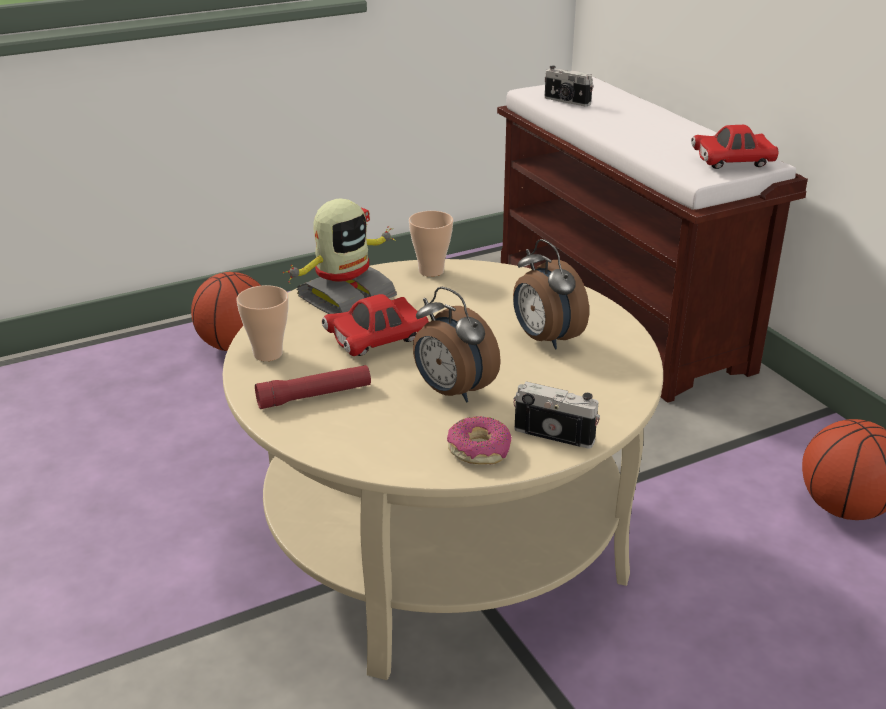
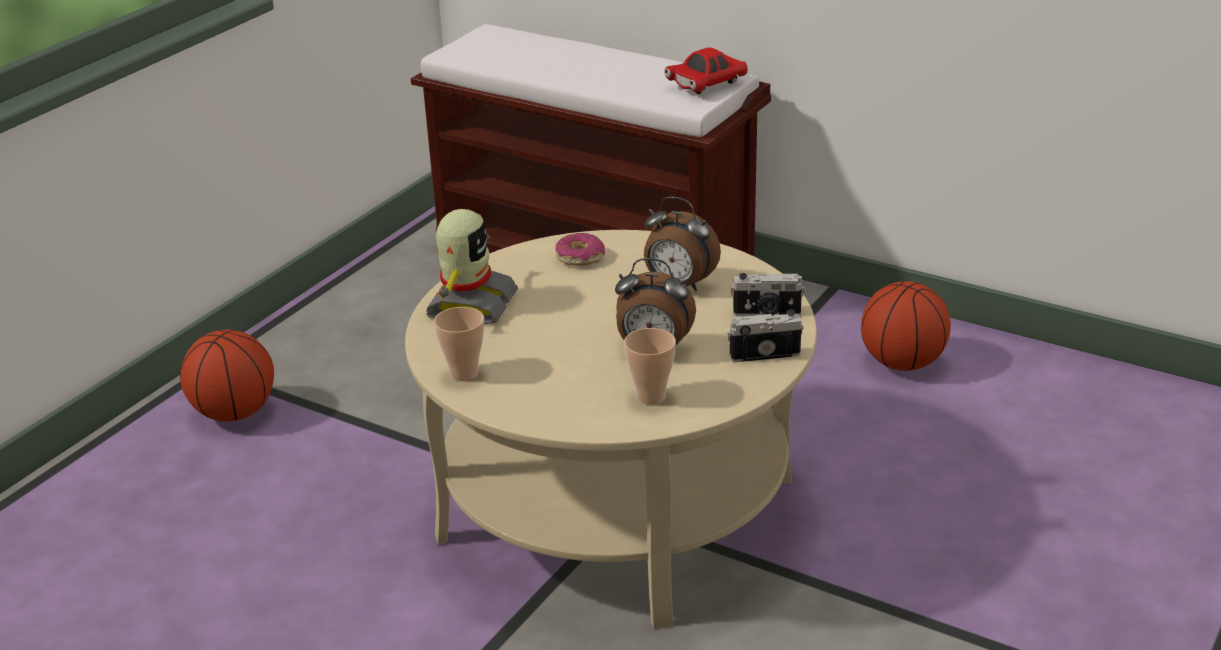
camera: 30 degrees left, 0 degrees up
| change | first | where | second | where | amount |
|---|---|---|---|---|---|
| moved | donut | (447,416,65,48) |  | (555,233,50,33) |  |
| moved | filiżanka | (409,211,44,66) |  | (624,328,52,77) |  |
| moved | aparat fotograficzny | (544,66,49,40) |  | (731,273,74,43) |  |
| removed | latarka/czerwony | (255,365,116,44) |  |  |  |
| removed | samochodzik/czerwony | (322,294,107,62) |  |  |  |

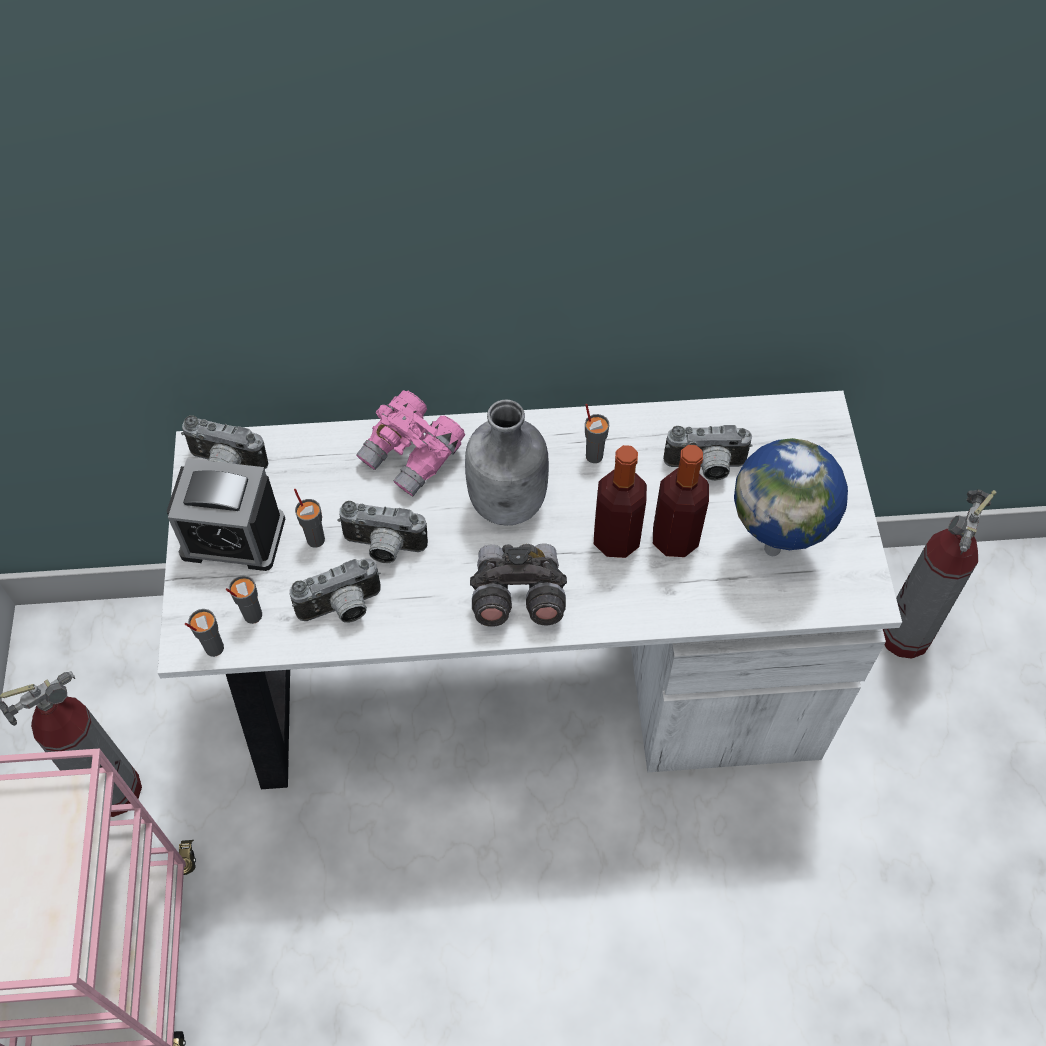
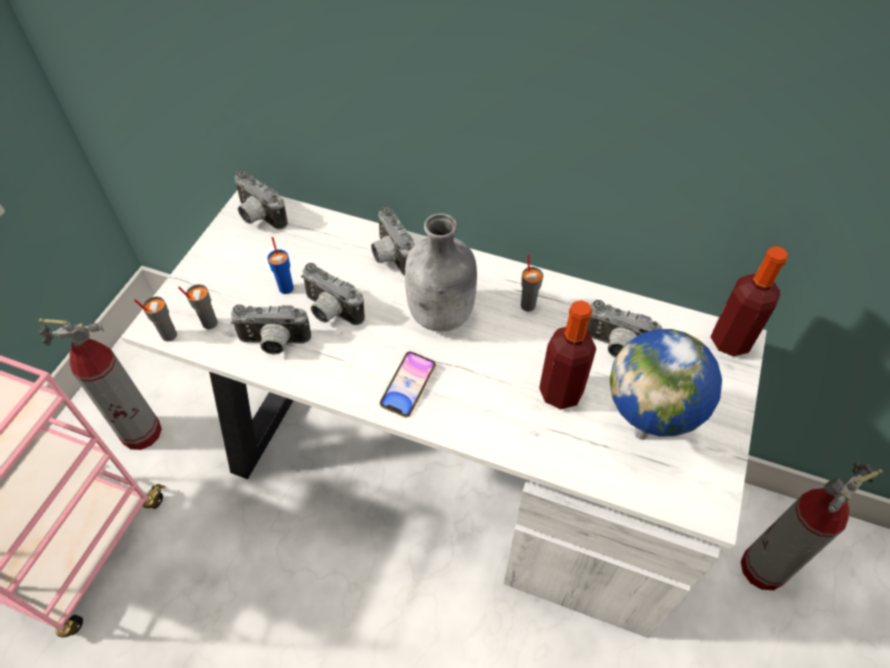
camera: 25 degrees right, 5 degrees down
| change | first | where | second | where | amount |
|---|---|---|---|---|---|
| recoloured | filiżanka/szary | (294,489,31,59) | filiżanka/niebieski | (267,237,27,57) |  |
| replaced | lornetka/różowy | (356,390,109,106) | aparat fotograficzny | (371,206,44,70) |  |
| replaced | lornetka/szary | (470,543,97,84) | telefon | (380,351,56,67) |  |
| moved | butelka | (594,445,53,113) |  | (710,246,78,110) |  |
| removed | budzik | (167,458,118,113) |  |  |  |

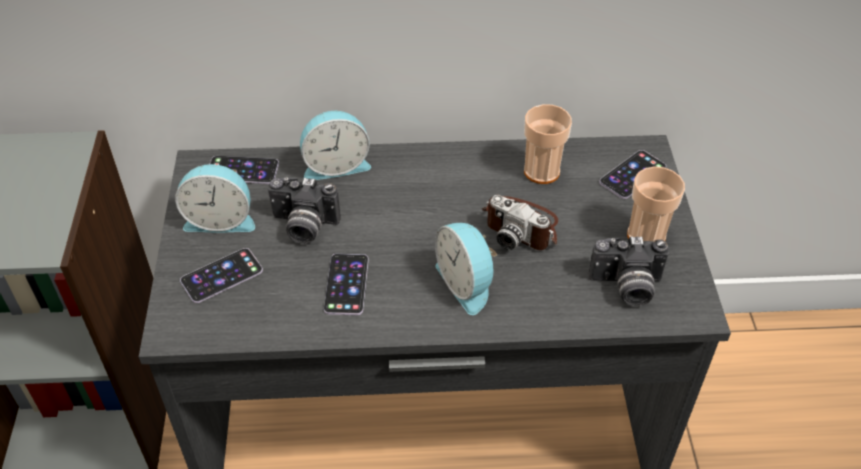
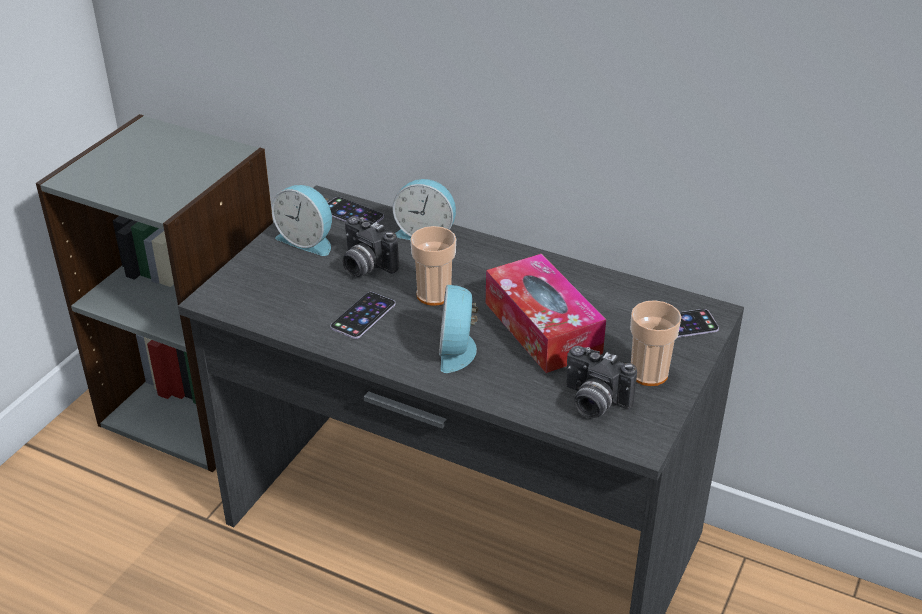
camera: 30 degrees right, 10 degrees down
| change | first | where | second | where | amount |
|---|---|---|---|---|---|
| moved | filiżanka | (524,104,48,80) |  | (410,226,46,80) |  |
| replaced | aparat fotograficzny | (481,195,77,55) | pudełko chusteczek | (486,254,120,119) |  |
| removed | telefon | (180,248,83,55) |  |  |  |

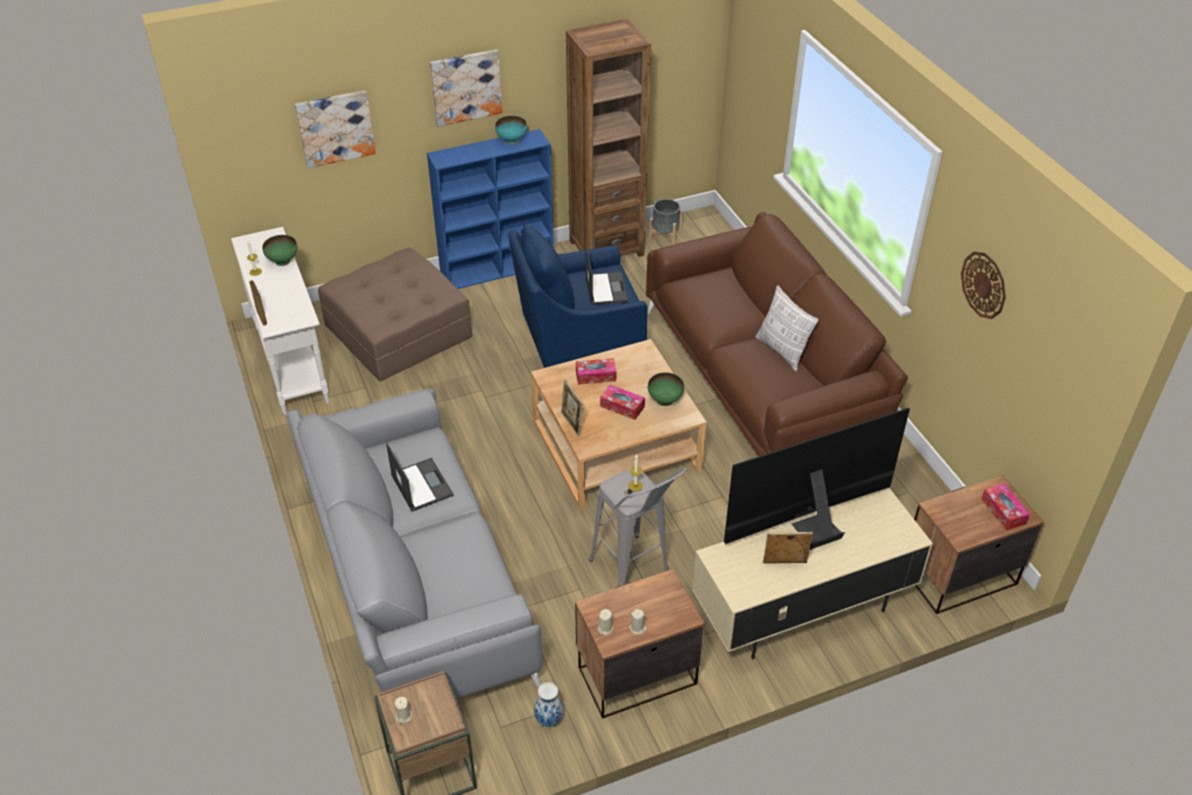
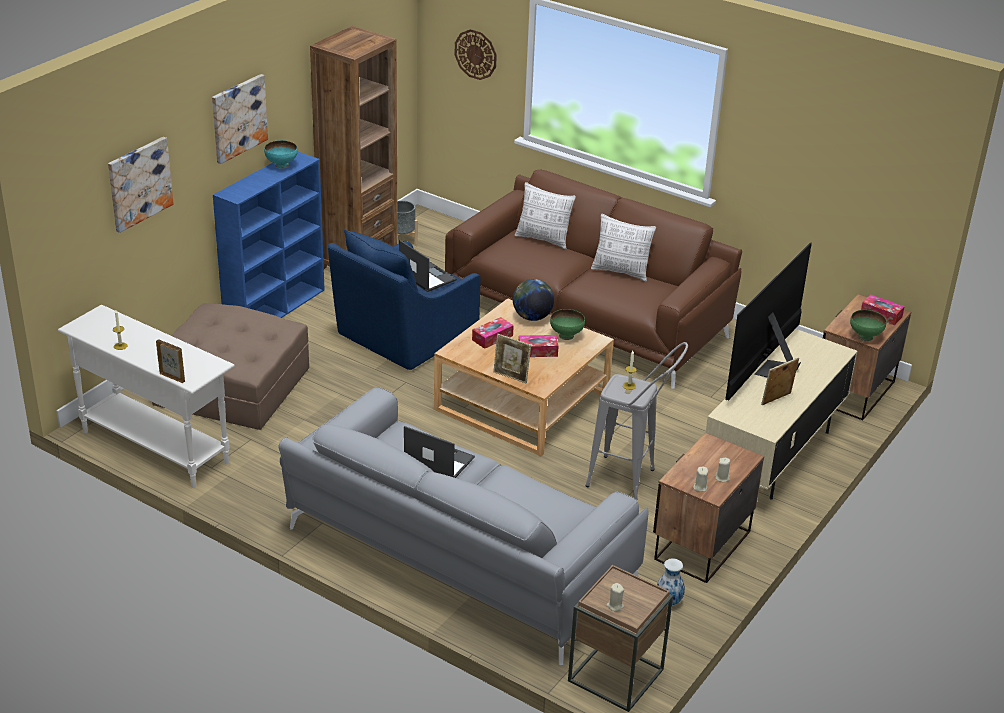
camera: 35 degrees left, 10 degrees down
| change | first | where | second | where | amount |
|---|---|---|---|---|---|
| moved | zegar ścienny | (961,252,45,67) |  | (455,29,42,51) |  |
| added |  |  | globus | (513,279,41,42) |  |
| added |  |  | poduszka | (515,182,61,68) |  |
| moved | miska/zielony | (262,235,36,31) |  | (850,310,36,31) |  |

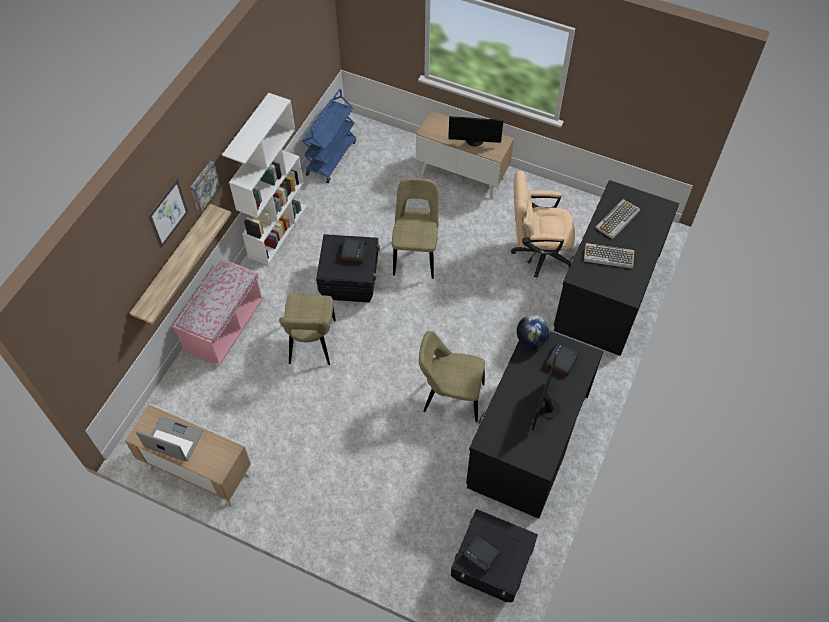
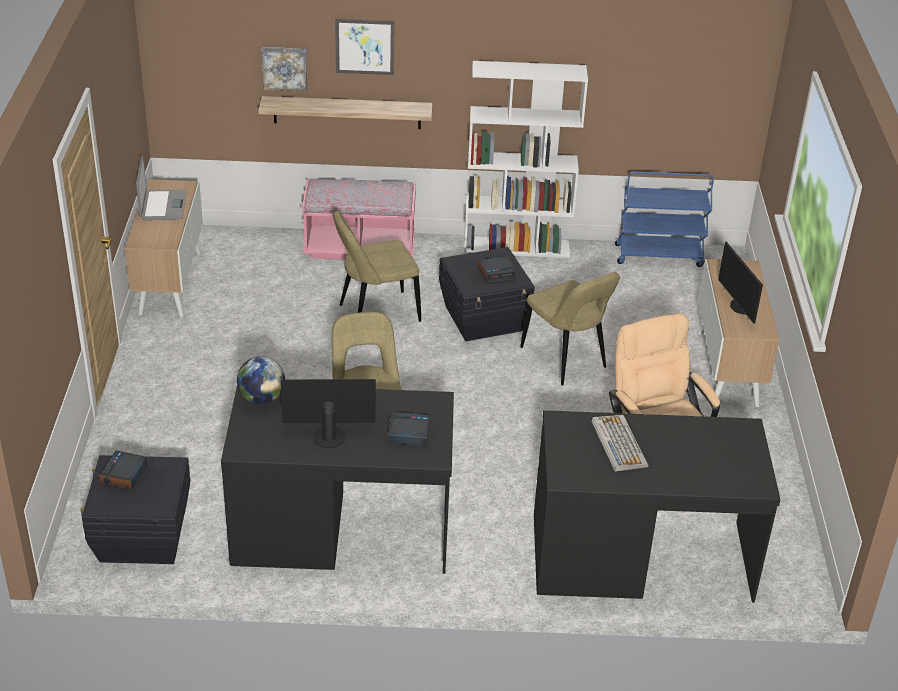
camera: 65 degrees right, 20 degrees down
| change | first | where | second | where | amount |
|---|---|---|---|---|---|
| moved | globus | (517,315,33,33) |  | (237,356,48,48) |  |
| moved | obraz | (190,161,31,52) |  | (261,47,46,44) |  |
| turned | krzesło/beżowy | (392,178,47,101) |  | (520,272,100,113) | 75 degrees clockwise |
| removed | klawiatura | (595,199,45,40) |  |  |  |

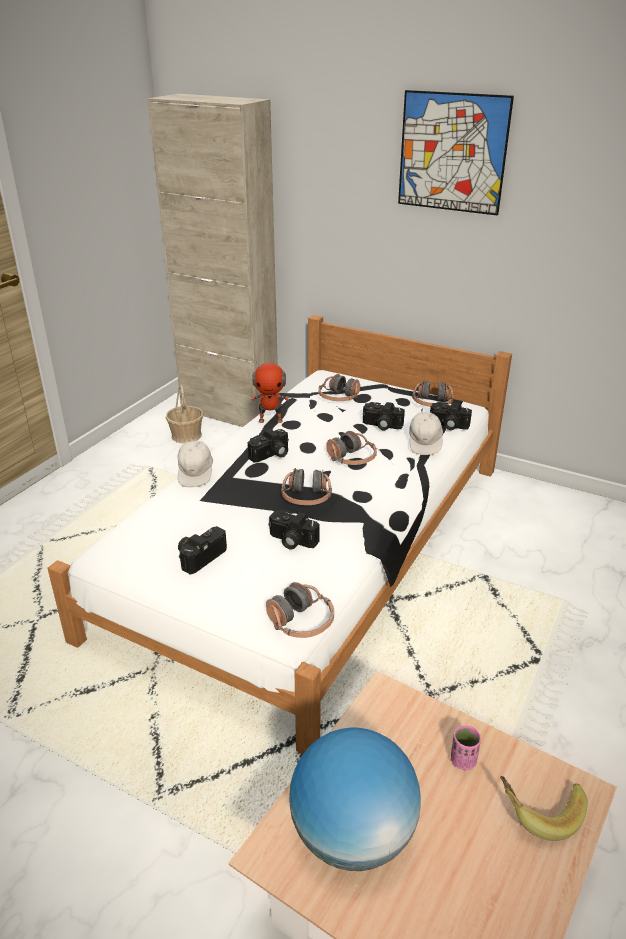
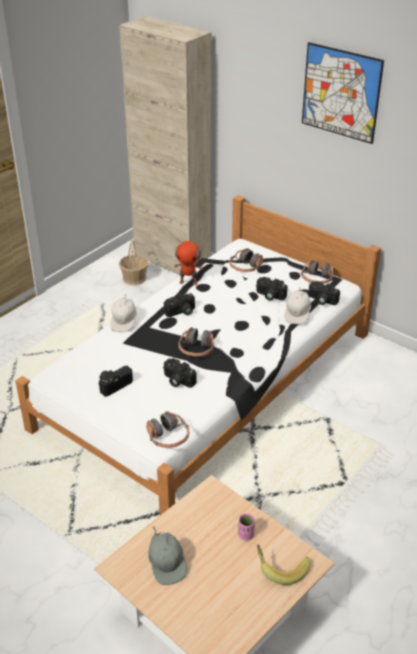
camera: 10 degrees right, 5 degrees up
| change | first | where | second | where | amount |
|---|---|---|---|---|---|
| replaced | globus | (289,728,132,143) | czapka z daszkiem/szary | (148,527,39,58) |  |
| removed | słuchawki | (326,431,51,34) |  |  |  |

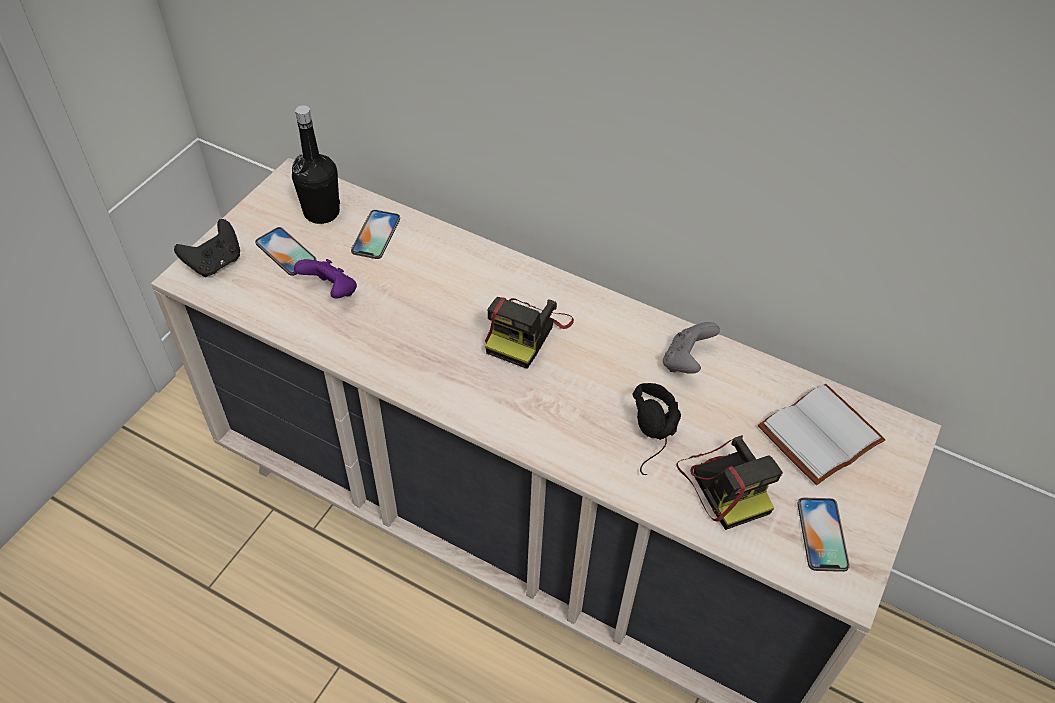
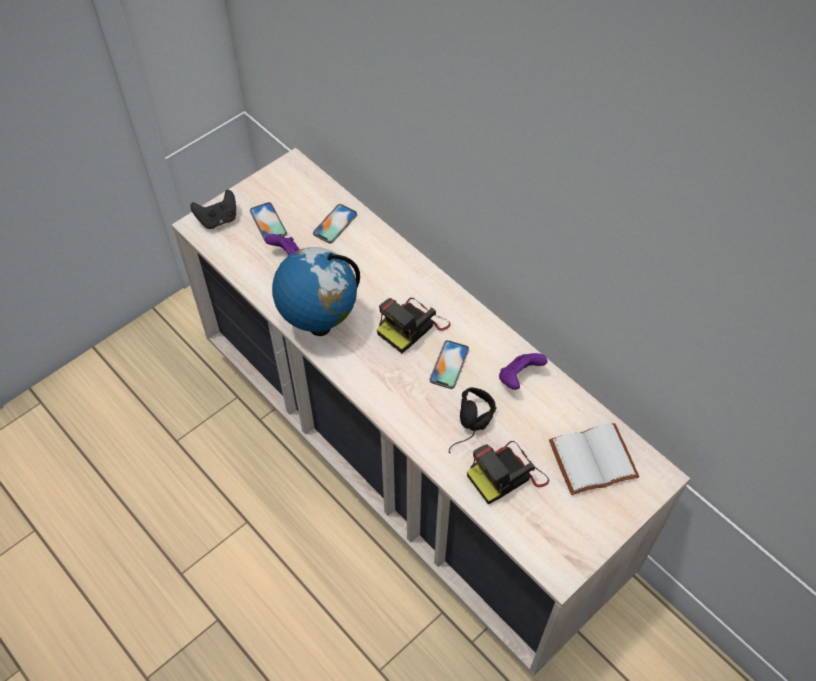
camera: 20 degrees right, 5 degrees up
| change | first | where | second | where | amount |
|---|---|---|---|---|---|
| added |  |  | globus | (272,247,88,89) |  |
| moved | telefon | (797,498,53,74) |  | (430,340,39,49) |  |
| turned | aparat fotograficzny | (677,436,106,94) |  | (467,441,82,64) | 60 degrees clockwise |
| recoloured | pad do gier/szary | (663,322,57,52) | pad do gier/fioletowy | (499,353,48,37) |  |
| removed | butelka/czarny | (292,105,48,119) |  |  |  |

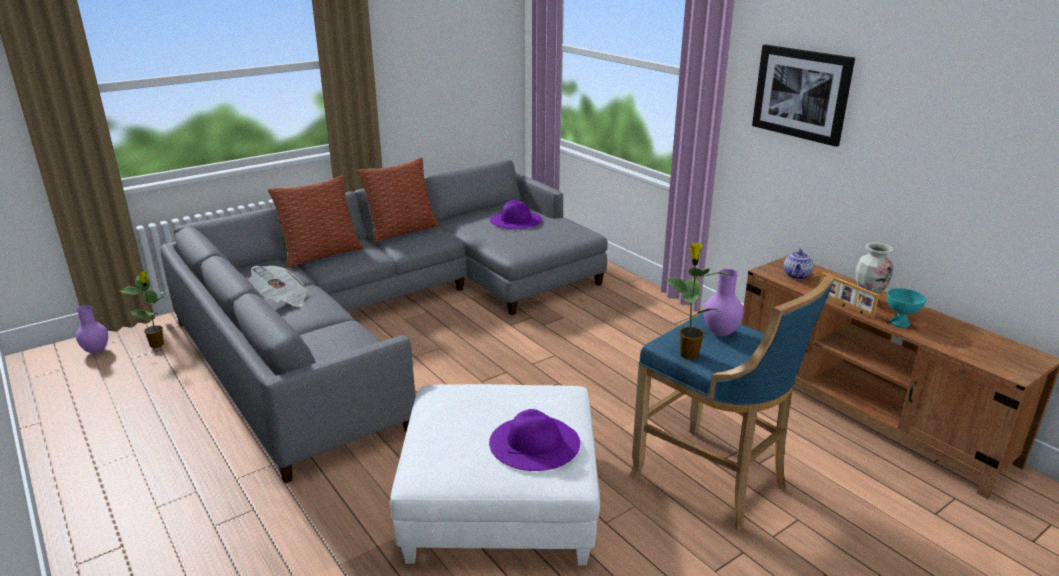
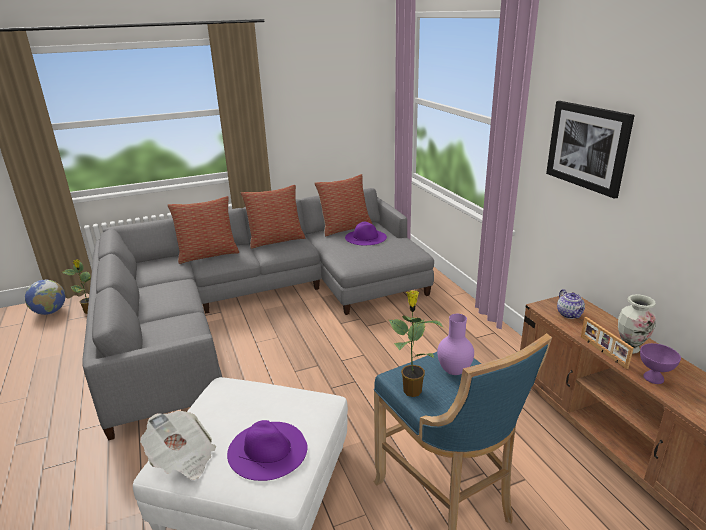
camera: 15 degrees right, 0 degrees up
| change | first | where | second | where | amount |
|---|---|---|---|---|---|
| replaced | wazon/fioletowy | (76,305,32,48) | globus | (25,280,40,35) |  |
| moved | gazeta | (249,266,60,41) |  | (140,411,76,69) |  |
| added |  |  | poduszka | (314,174,58,62) |  |
| turned | imbryk | (784,249,29,30) |  | (557,289,28,30) | 45 degrees counterclockwise |
| recoloured | miska/turkusowy | (887,288,39,40) | miska/fioletowy | (640,343,41,41) |  |

